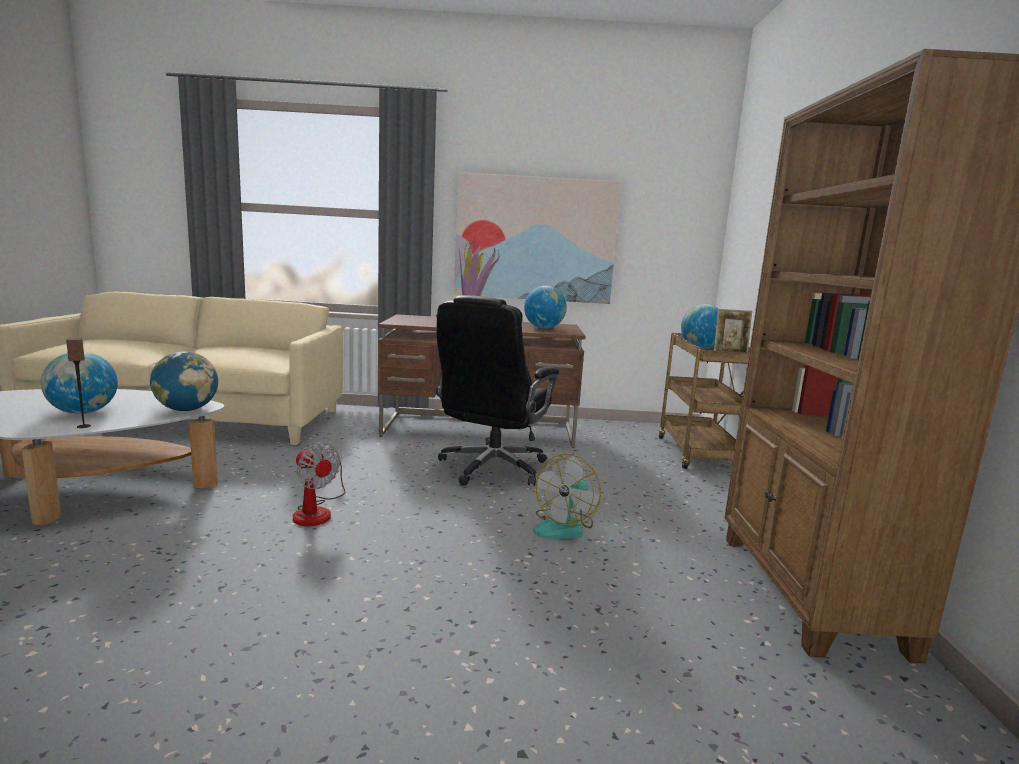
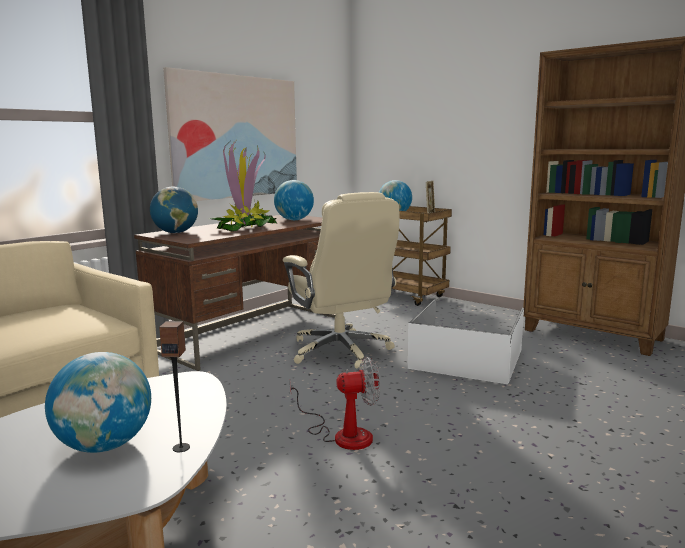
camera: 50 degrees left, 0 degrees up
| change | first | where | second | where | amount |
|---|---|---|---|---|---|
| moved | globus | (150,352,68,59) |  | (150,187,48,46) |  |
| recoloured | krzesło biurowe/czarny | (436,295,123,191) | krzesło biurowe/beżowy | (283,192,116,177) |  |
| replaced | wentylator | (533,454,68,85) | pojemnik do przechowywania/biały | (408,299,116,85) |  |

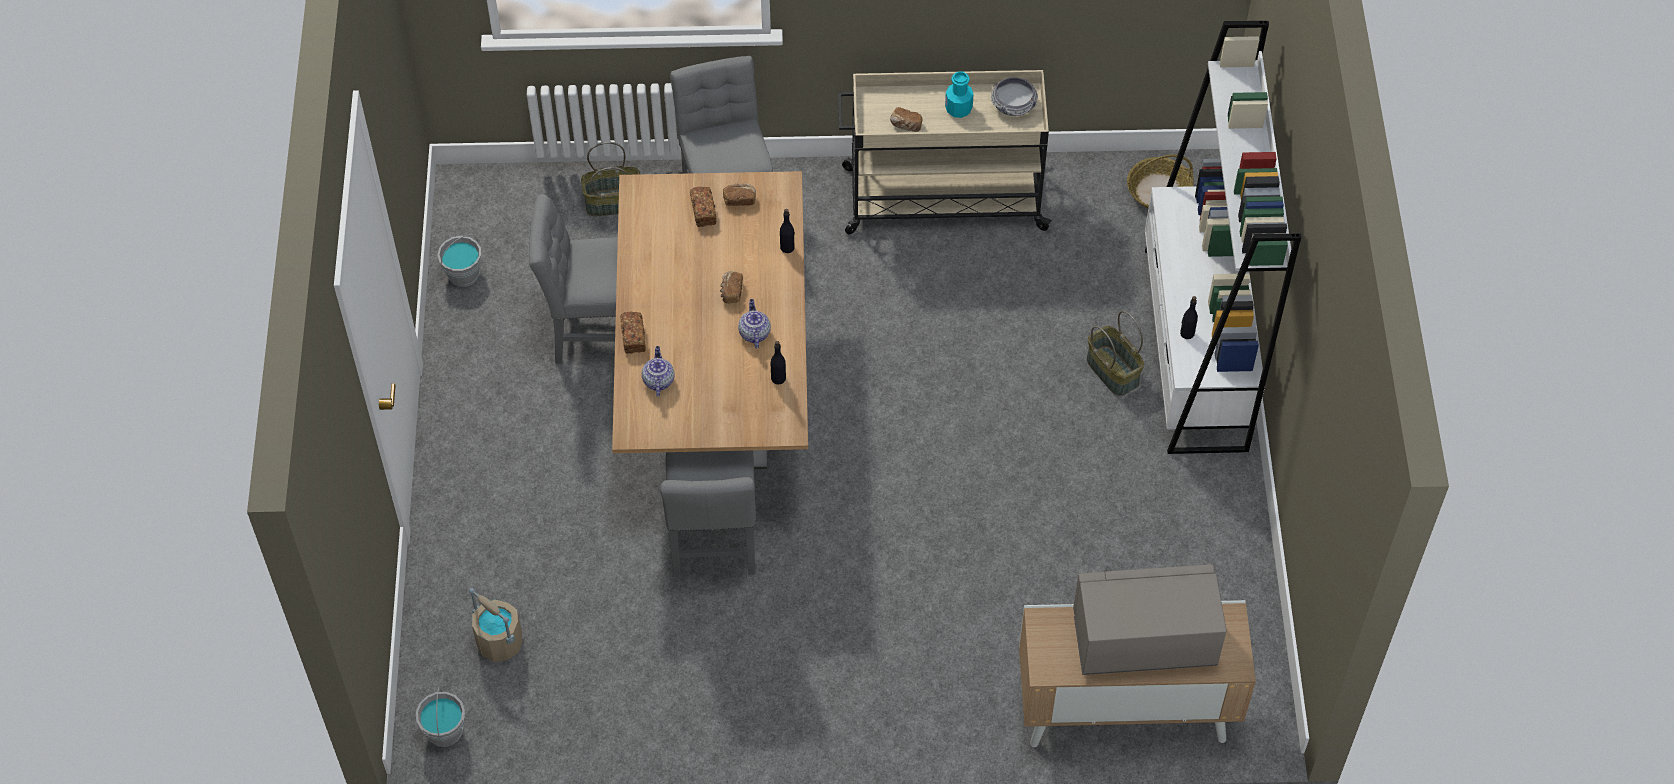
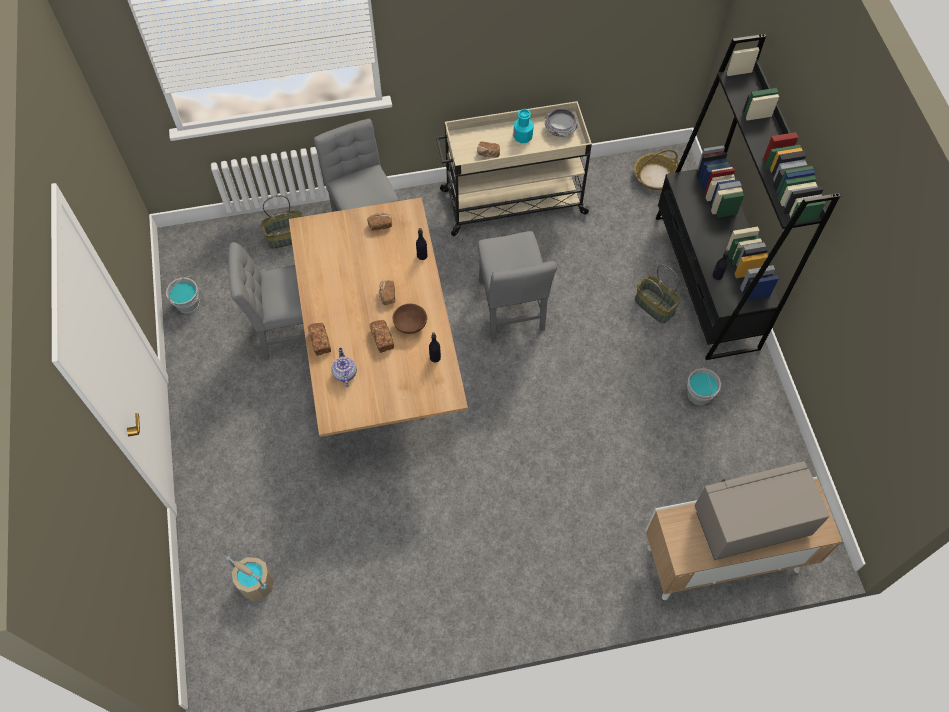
camera: 10 degrees left, 5 degrees up
| change | first | where | second | where | amount |
|---|---|---|---|---|---|
| moved | chleb | (690,186,26,41) |  | (369,320,25,33) |  |
| replaced | imbryk | (738,299,33,50) | miska/brązowy | (392,304,35,30) |  |
| moved | krzesło/szary | (660,450,96,127) |  | (478,231,79,109) |  |
| recoloured | regał/biały | (1145,21,157,433) | regał/czarny | (656,34,185,326) |  |
| moved | wiadro/szary | (416,687,49,60) |  | (687,365,34,40) |  |

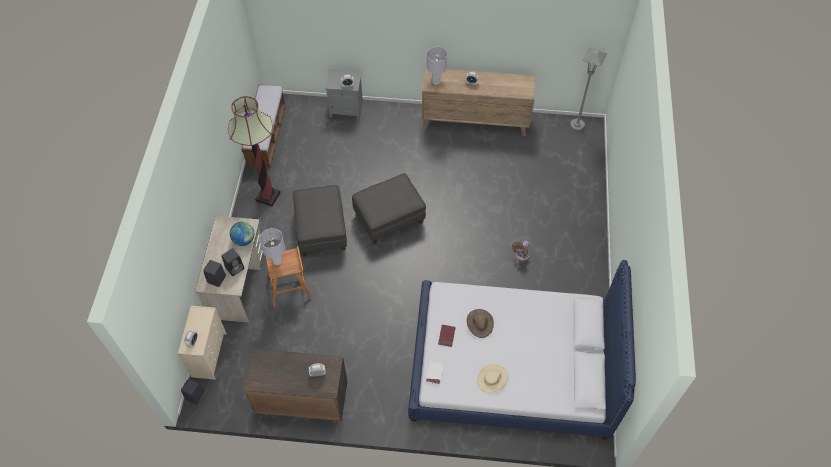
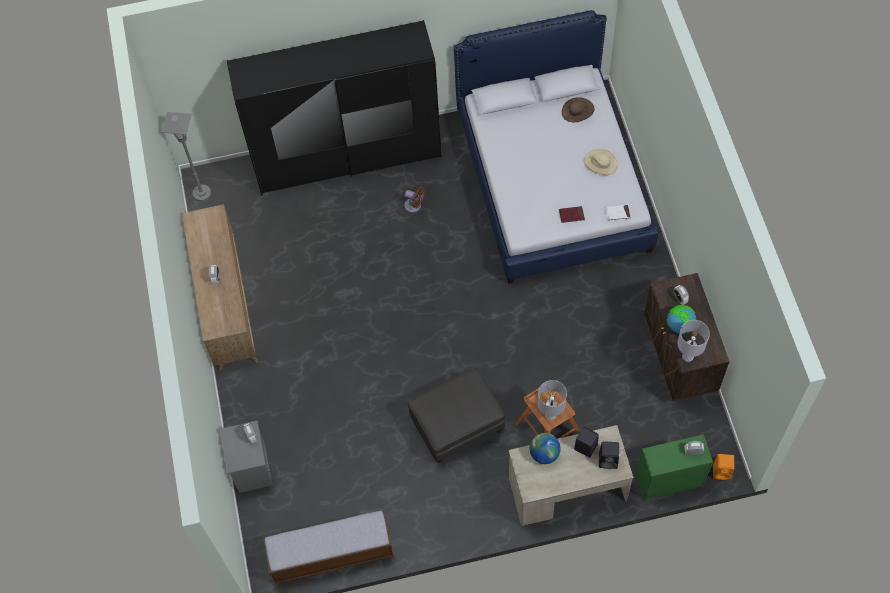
camera: 105 degrees left, 5 degrees up
| change | first | where | second | where | amount |
|---|---|---|---|---|---|
| added |  |  | szafa/czarny | (226,20,216,176) |  |
| moved | kapelusz/brązowy | (467,309,27,29) |  | (562,97,33,25) |  |
| recoloured | komoda/beżowy | (178,306,49,74) | komoda/zielony | (636,434,77,66) |  |
| added |  |  | globus | (667,305,29,29) |  |
| moved | lampa stołowa/szary | (427,47,20,38) |  | (677,320,33,42) |  |
| recoloured | głośnik/czarny | (181,379,23,25) | głośnik/pomarańczowy | (713,454,21,26) |  |
| removed | lampa stojąca | (228,96,53,110) |  |  |  |
| removed | pufa/szary | (352,173,74,71) |  |  |  |

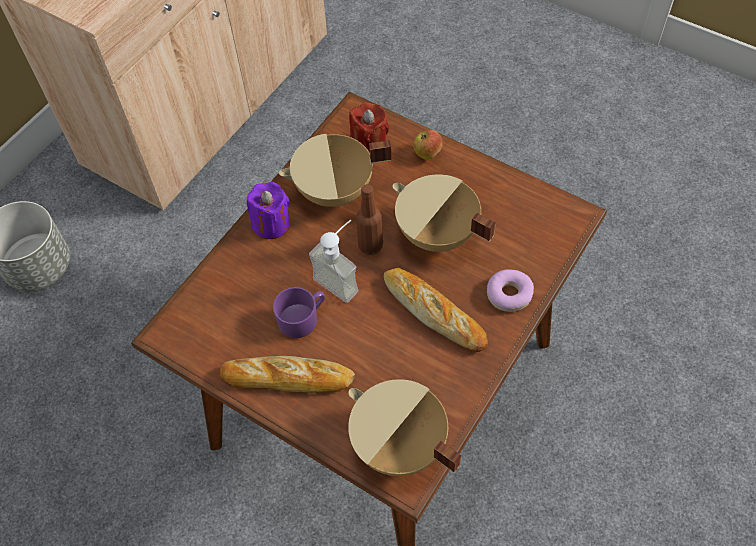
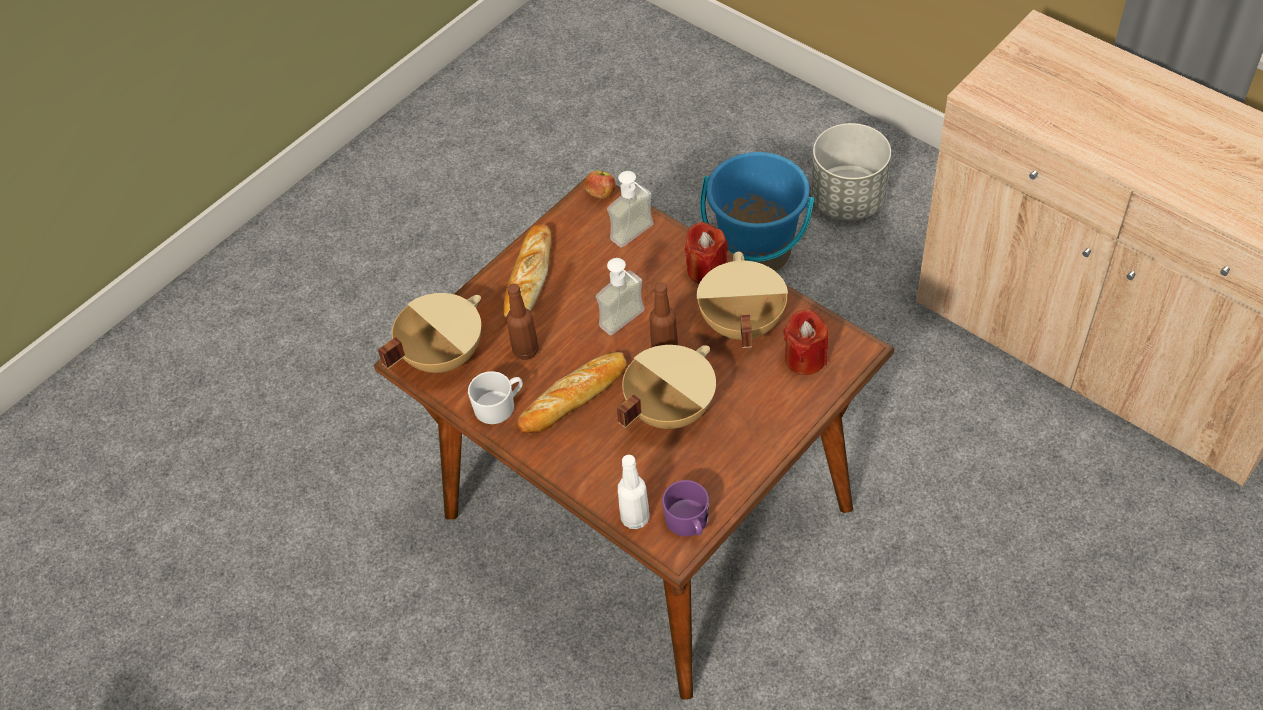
camera: 100 degrees right, 5 degrees down
| change | first | where | second | where | amount |
|---|---|---|---|---|---|
| added |  |  | kubek/biały | (468,371,55,53) |  |
| added |  |  | butelka/brązowy | (507,284,32,76) |  |
| moved | jabłko | (413,129,30,31) |  | (585,170,31,29) |  |
| added |  |  | dozownik mydła | (607,171,47,77) |  |
| added |  |  | butelka/biały | (618,455,32,74) |  |
| moved | kubek/fioletowy | (273,287,52,51) |  | (662,480,47,56) |  |
| recoloured | świeca/fioletowy | (247,182,43,57) | świeca/czerwony | (685,221,43,63) |  |
| added |  |  | wiadro/niebieski | (700,152,115,119) |  |
| removed | donut | (487,269,47,43) |  |  |  |

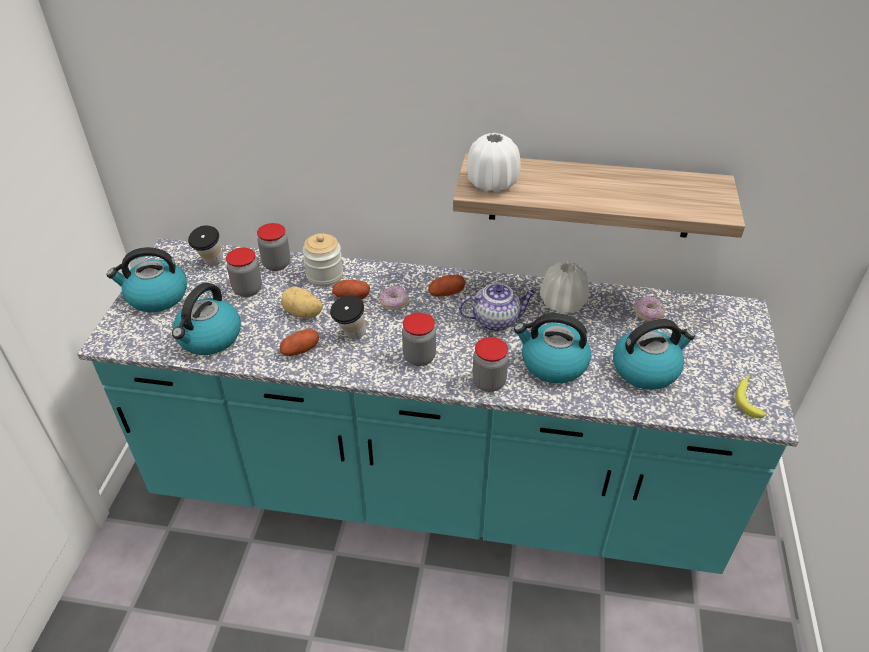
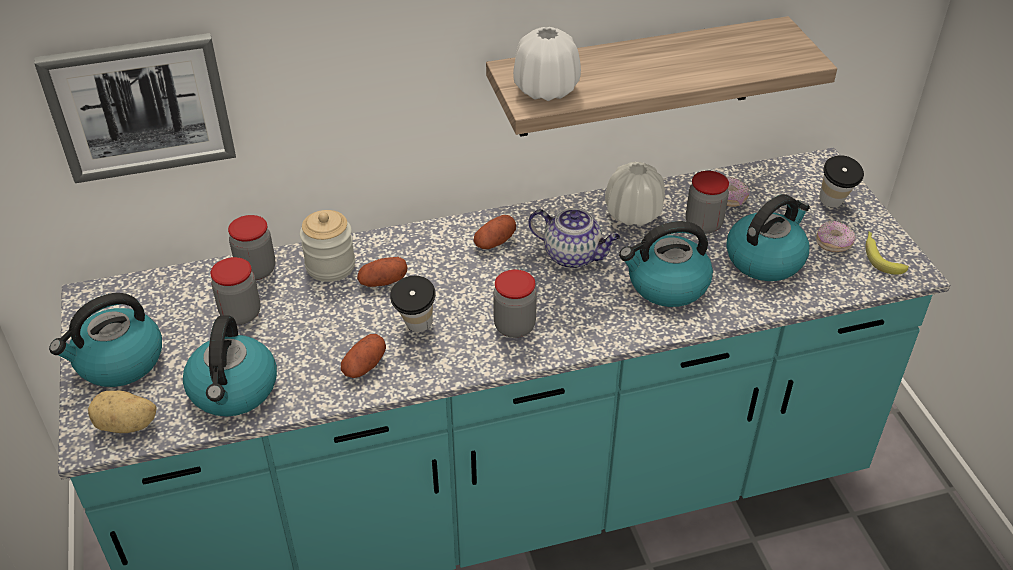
camera: 25 degrees left, 0 degrees up
| change | first | where | second | where | amount |
|---|---|---|---|---|---|
| added |  |  | obraz | (34,33,202,150) |  |
| moved | ziemniak | (281,286,42,32) |  | (88,391,69,42) |  |
| turned | imbryk | (459,283,77,48) |  | (528,208,92,61) | 60 degrees clockwise |
| moved | słoik | (472,337,37,55) |  | (686,171,43,63) |  |
| moved | donut | (380,285,29,25) |  | (816,221,40,31) |  |
| moved | filiżanka | (188,225,35,41) |  | (819,155,45,53) |  |

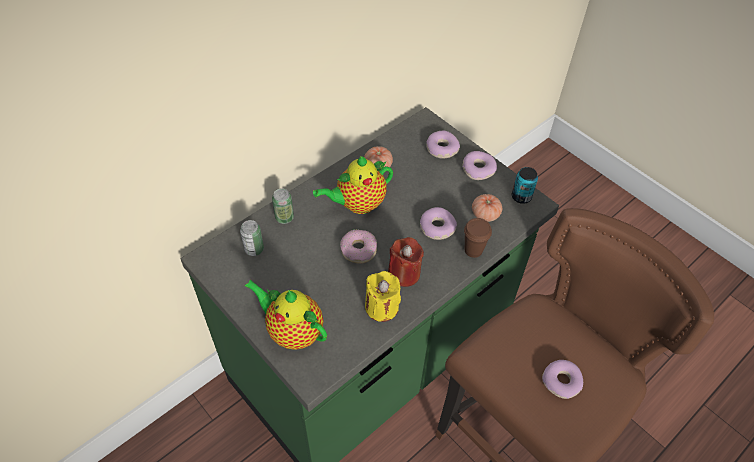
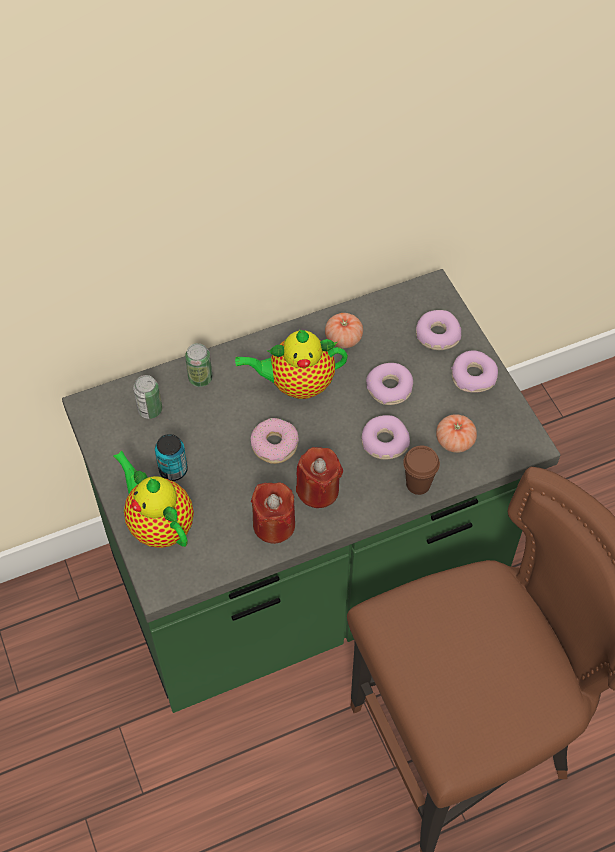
camera: 20 degrees right, 5 degrees up
| change | first | where | second | where | amount |
|---|---|---|---|---|---|
| moved | puszka | (512,167,26,37) |  | (155,434,33,47) |  |
| recoloured | świeca/żółty | (365,271,36,51) | świeca/czerwony | (251,482,44,62) |  |
| moved | donut | (542,360,41,39) |  | (366,363,47,42) |  |

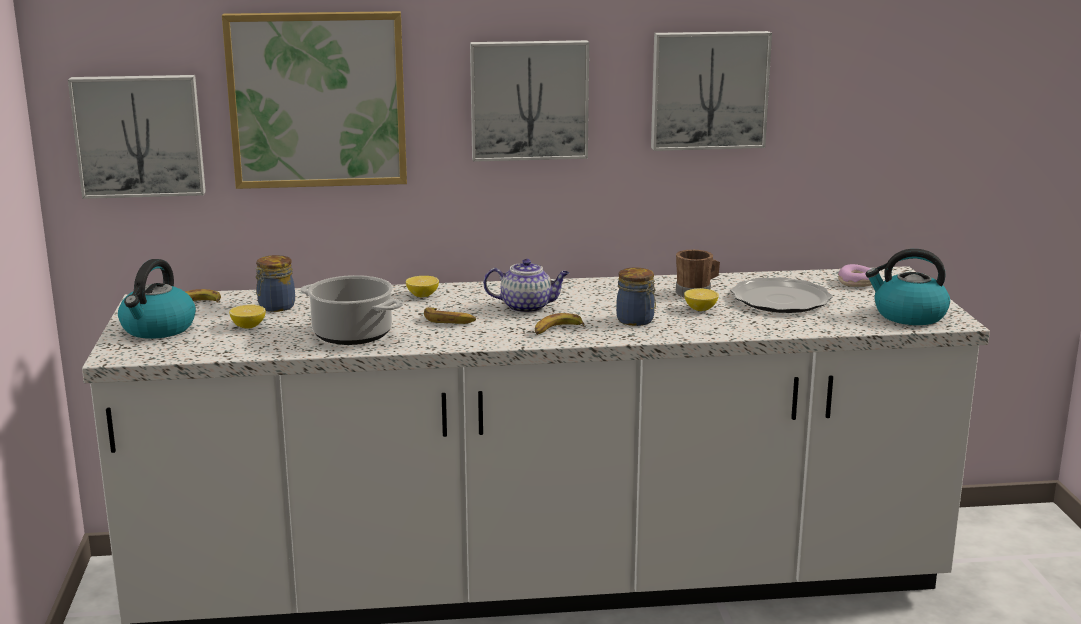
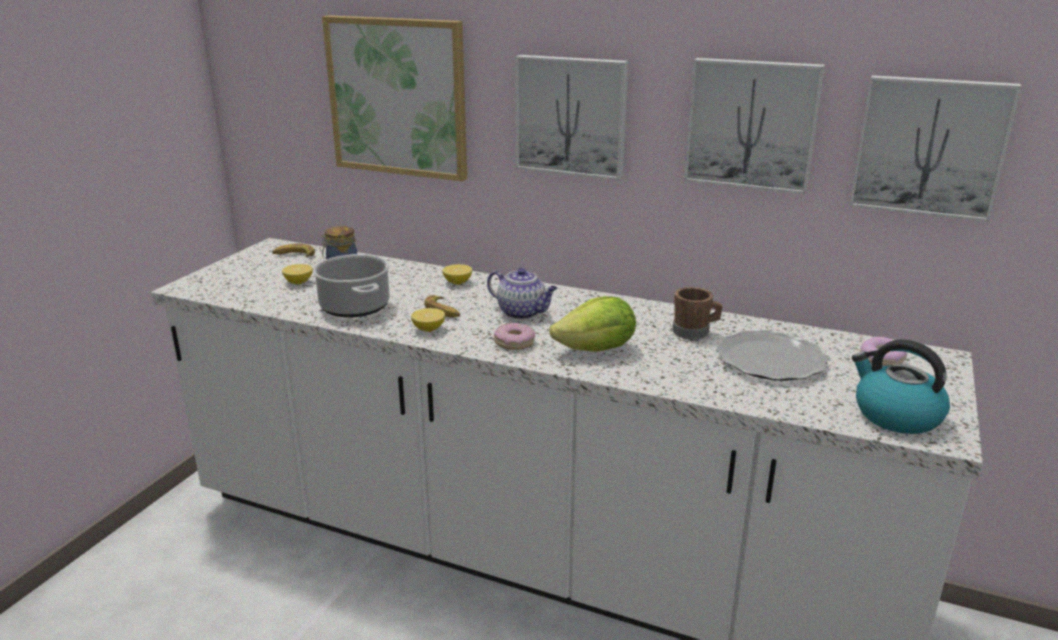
camera: 30 degrees right, 5 degrees up
| change | first | where | second | where | amount |
|---|---|---|---|---|---|
| moved | cytryna | (684,289,35,22) |  | (411,308,34,24) |  |
| replaced | banan | (535,313,50,22) | donut | (494,323,41,27) |  |
| replaced | słoik | (616,267,40,59) | sałata | (549,296,87,56) |  |
| moved | obraz | (68,75,138,124) |  | (850,75,172,147) |  |
| removed | czajnik | (118,259,78,80) |  |  |  |

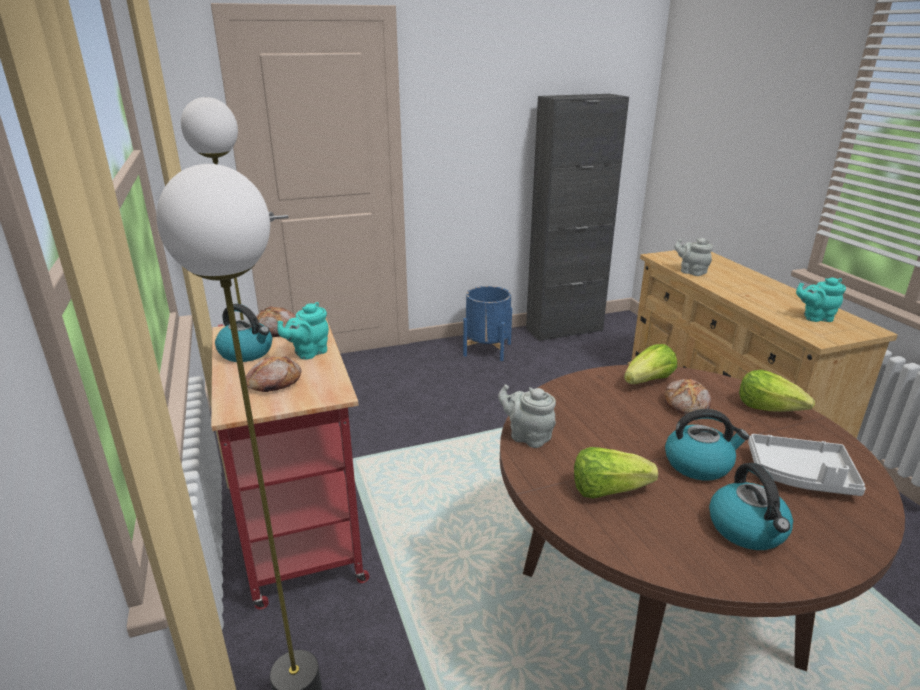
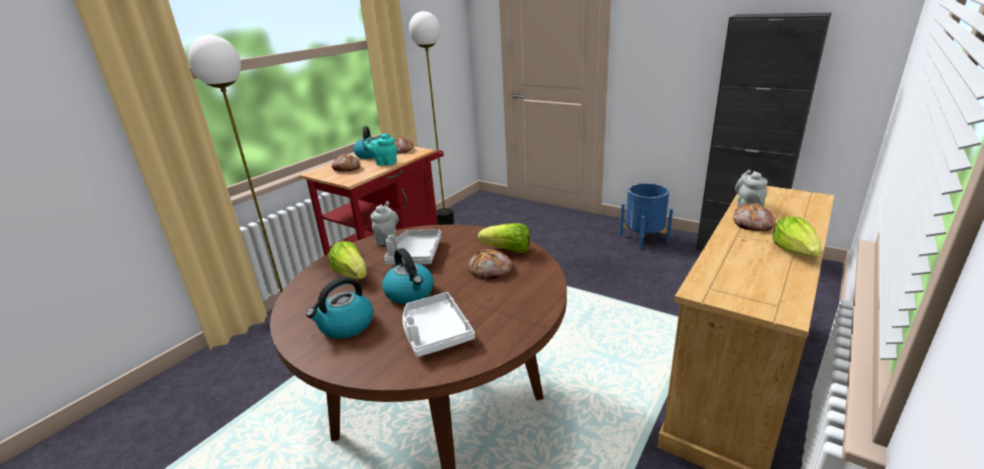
camera: 55 degrees right, 0 degrees up
| change | first | where | second | where | amount |
|---|---|---|---|---|---|
| added |  |  | taca/szary | (384,230,57,35) |  |
| added |  |  | chleb | (733,203,43,28) |  |
| moved | sałata | (739,370,76,42) |  | (772,216,49,41) |  |
| removed | imbryk/turkusowy | (796,277,50,45) |  |  |  |

